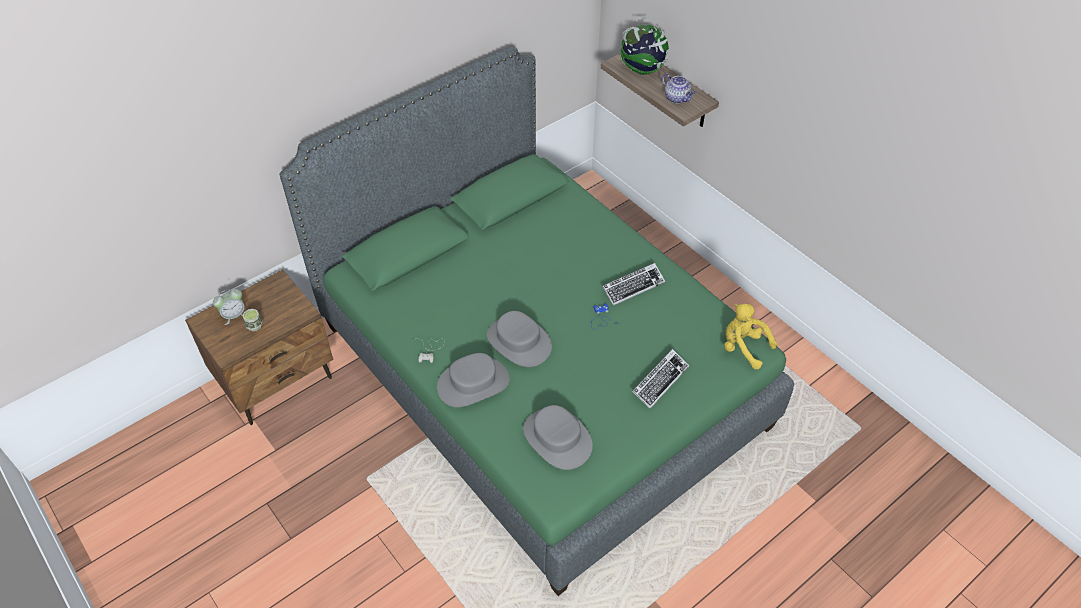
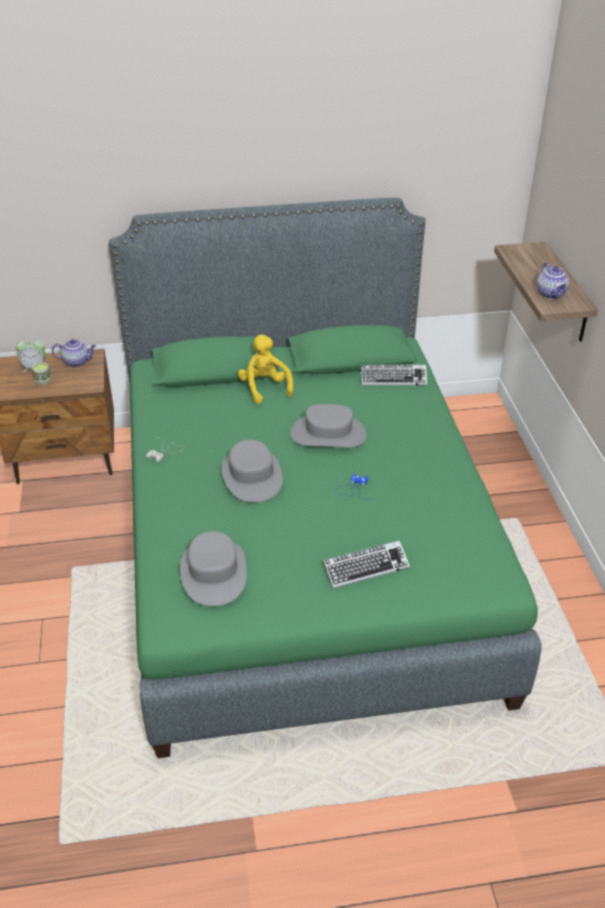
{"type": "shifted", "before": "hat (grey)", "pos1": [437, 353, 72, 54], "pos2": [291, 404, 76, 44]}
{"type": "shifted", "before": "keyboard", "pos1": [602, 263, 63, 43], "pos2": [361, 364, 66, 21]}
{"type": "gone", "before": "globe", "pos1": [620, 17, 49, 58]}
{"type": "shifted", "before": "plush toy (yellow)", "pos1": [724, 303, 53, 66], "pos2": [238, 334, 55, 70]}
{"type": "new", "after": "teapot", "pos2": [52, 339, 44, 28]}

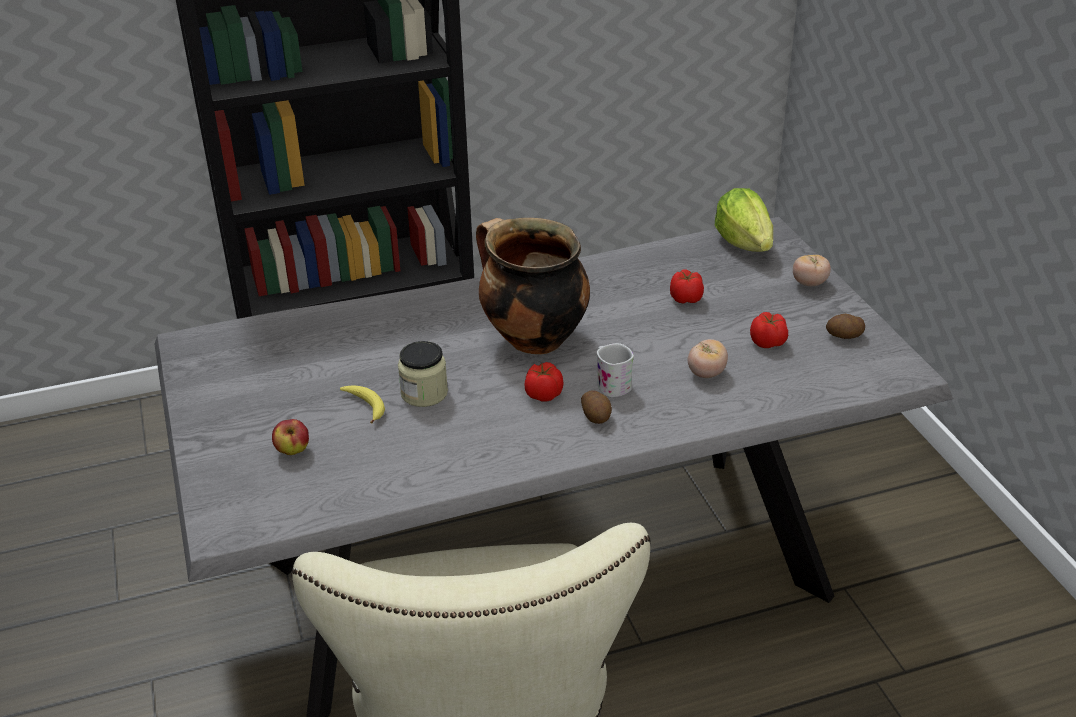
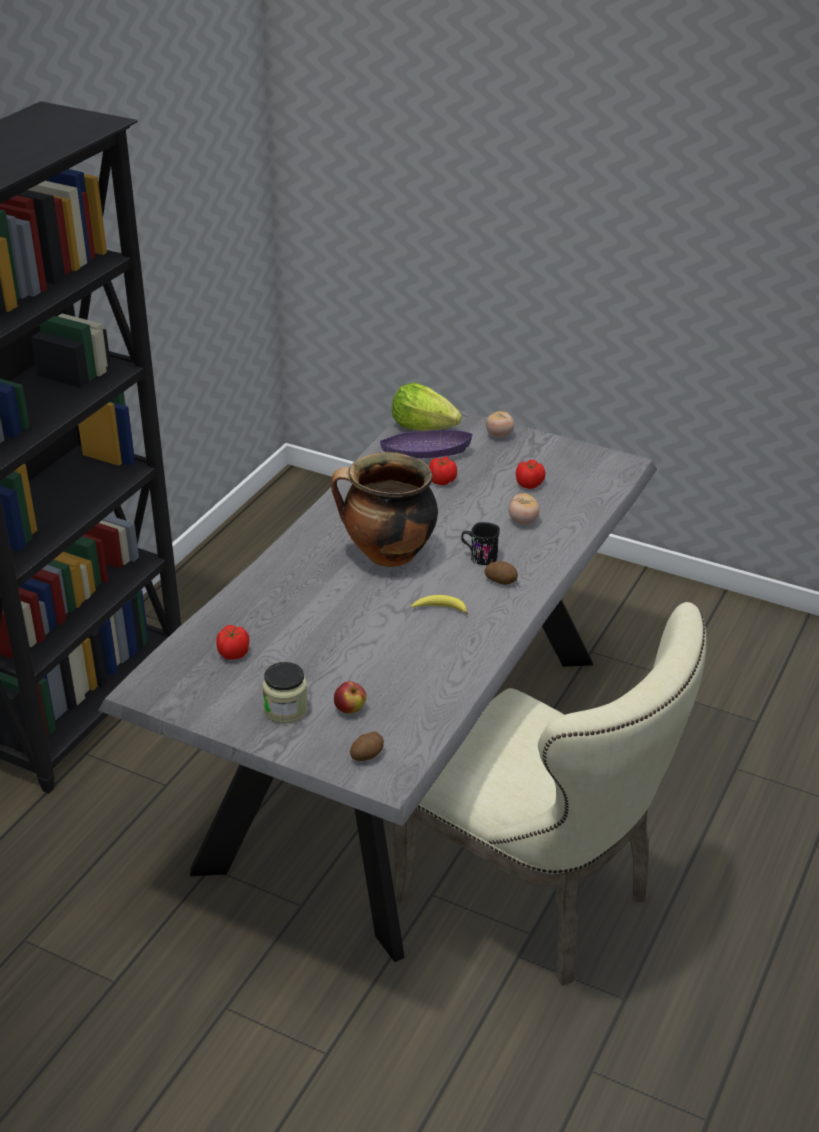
{"type": "shifted", "before": "banana", "pos1": [340, 386, 45, 38], "pos2": [411, 595, 57, 20]}
{"type": "shifted", "before": "jar", "pos1": [398, 341, 50, 66], "pos2": [263, 662, 45, 61]}
{"type": "shifted", "before": "tomato", "pos1": [524, 362, 40, 40], "pos2": [216, 625, 34, 35]}
{"type": "repainted", "before": "mug (white)", "after": "mug (black)", "pos1": [597, 343, 37, 54], "pos2": [461, 522, 39, 43]}
{"type": "shifted", "before": "potato", "pos1": [826, 314, 39, 25], "pos2": [350, 731, 34, 30]}
{"type": "new", "after": "bowl (purple)", "pos2": [380, 430, 92, 29]}

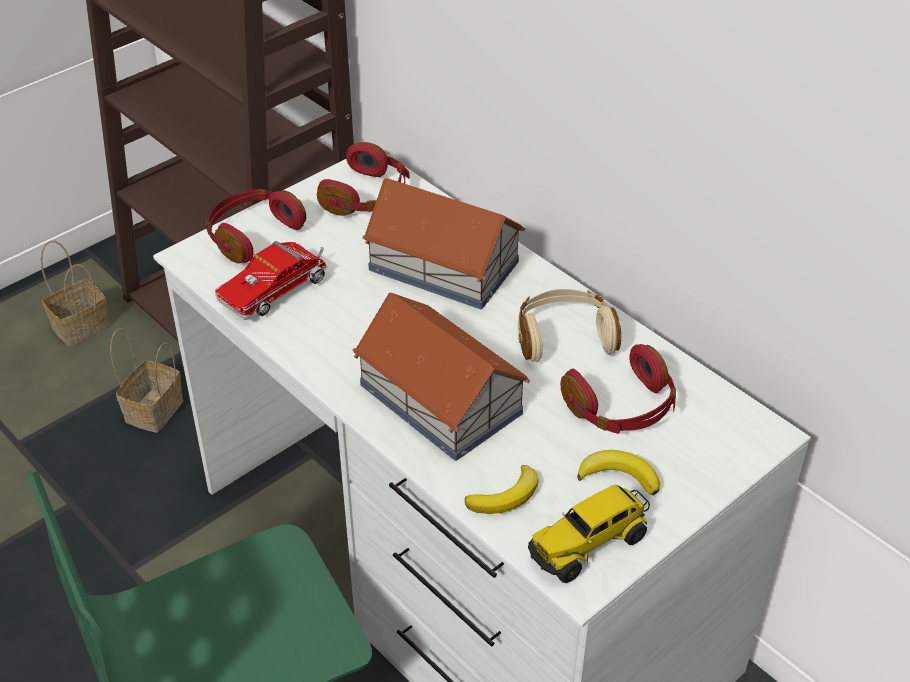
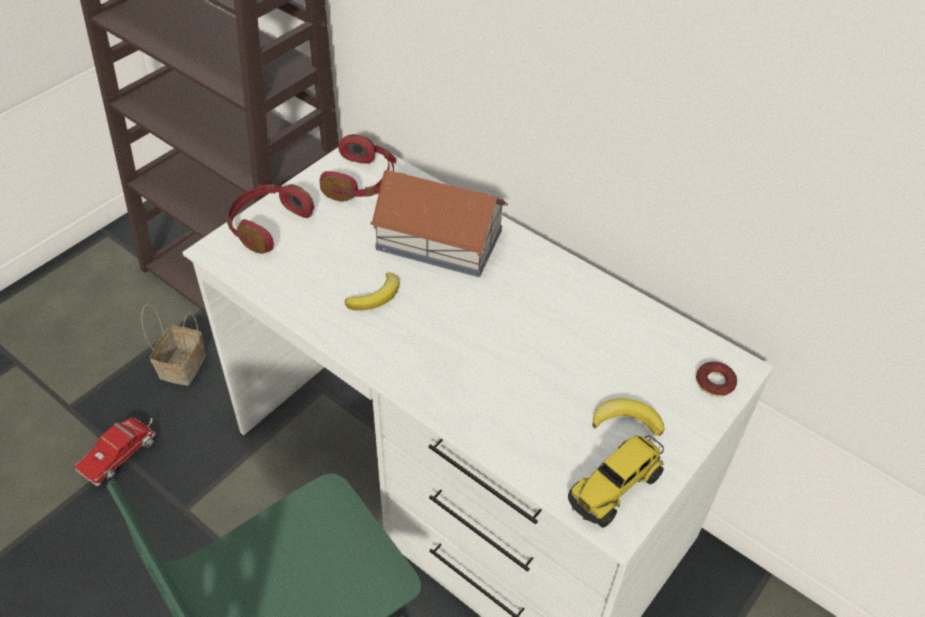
{"type": "gone", "before": "basket", "pos1": [40, 241, 70, 105]}
{"type": "shifted", "before": "toy truck", "pos1": [215, 241, 113, 79], "pos2": [75, 418, 81, 68]}
{"type": "gone", "before": "toy house", "pos1": [352, 293, 178, 168]}
{"type": "shifted", "before": "banana", "pos1": [465, 465, 74, 49], "pos2": [345, 272, 55, 39]}
{"type": "gone", "before": "headphones (beige)", "pos1": [518, 289, 103, 73]}
{"type": "gone", "before": "headphones (red)", "pos1": [560, 344, 116, 90]}
{"type": "new", "after": "donut", "pos2": [696, 361, 41, 36]}

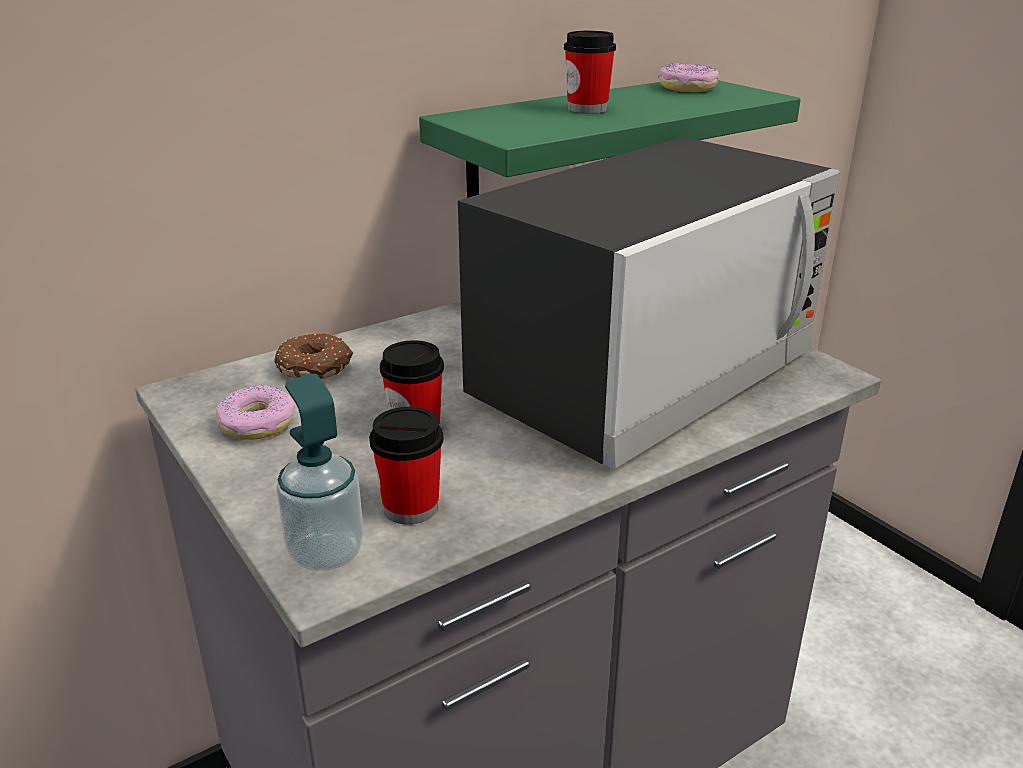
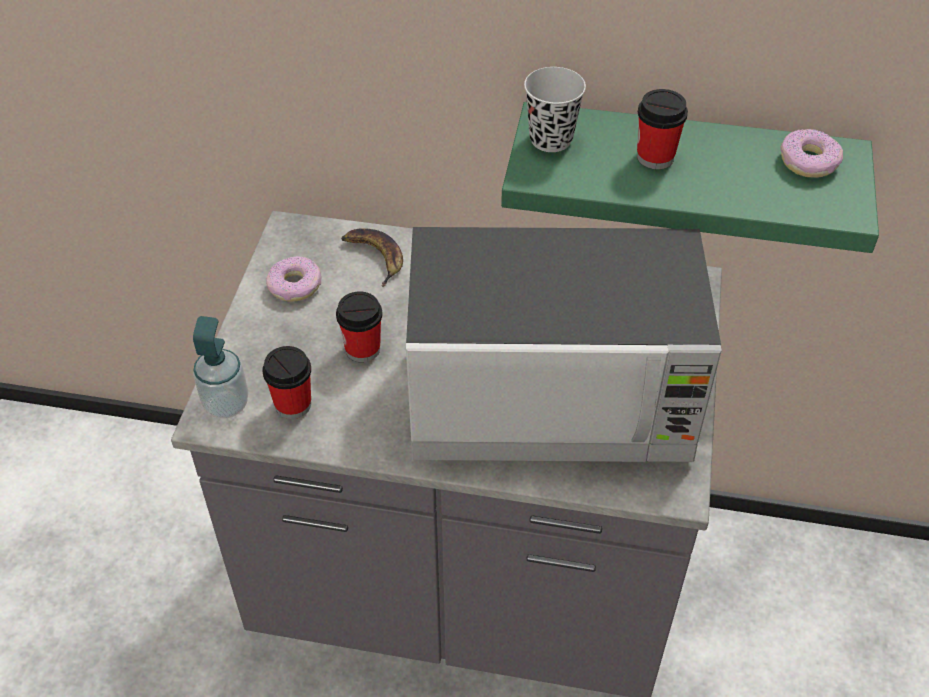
{"type": "swapped", "before": "donut", "after": "banana", "pos1": [274, 333, 79, 46], "pos2": [341, 228, 62, 59]}
{"type": "new", "after": "cup (black)", "pos2": [524, 67, 62, 85]}

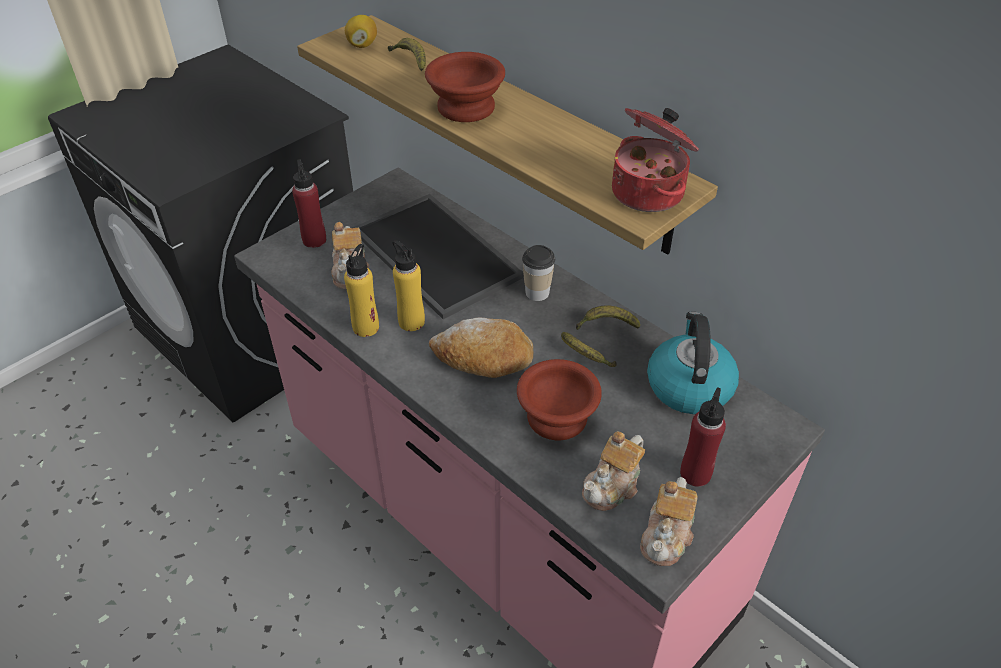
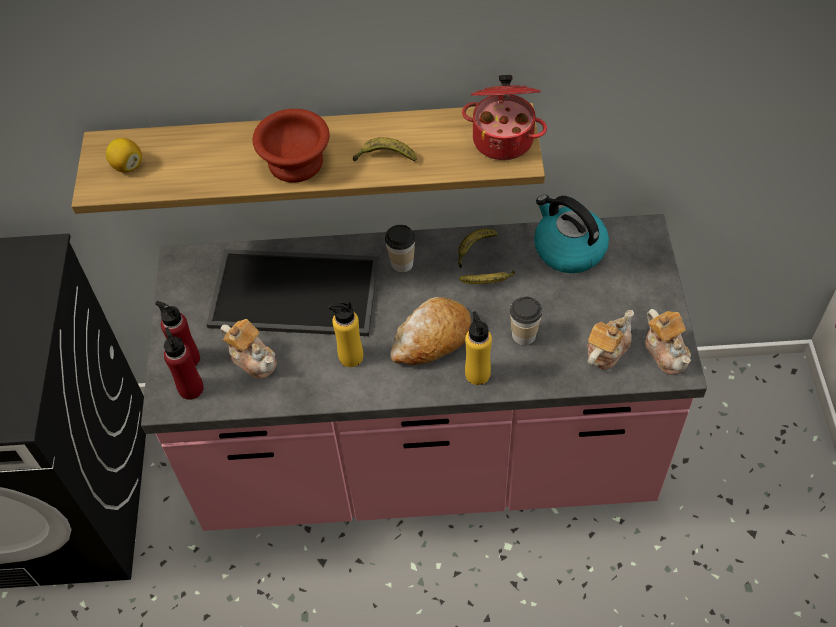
{"type": "shifted", "before": "bottle (yellow)", "pos1": [344, 244, 35, 93], "pos2": [465, 311, 27, 74]}
{"type": "shifted", "before": "banana", "pos1": [388, 38, 38, 33], "pos2": [353, 137, 64, 25]}
{"type": "swapped", "before": "bowl (brown)", "after": "cup", "pos1": [517, 359, 85, 81], "pos2": [510, 296, 32, 49]}
{"type": "rotated", "before": "teapot", "pos1": [582, 431, 63, 80], "pos2": [587, 310, 47, 60], "turn": -135}
{"type": "shifted", "before": "bottle (red)", "pos1": [680, 387, 46, 100], "pos2": [164, 327, 40, 73]}

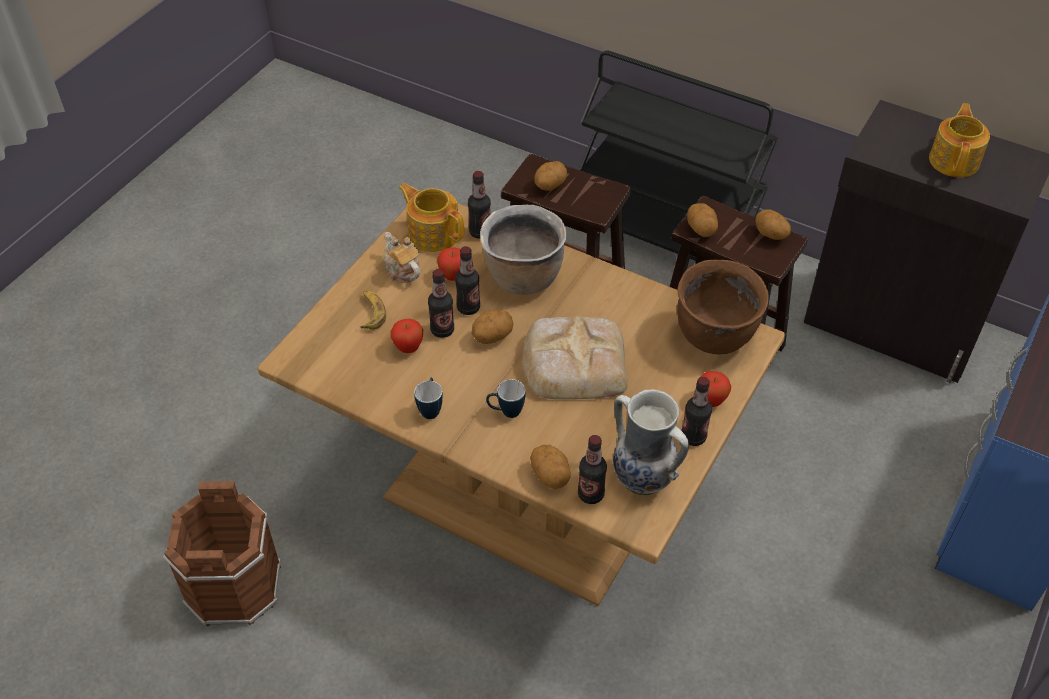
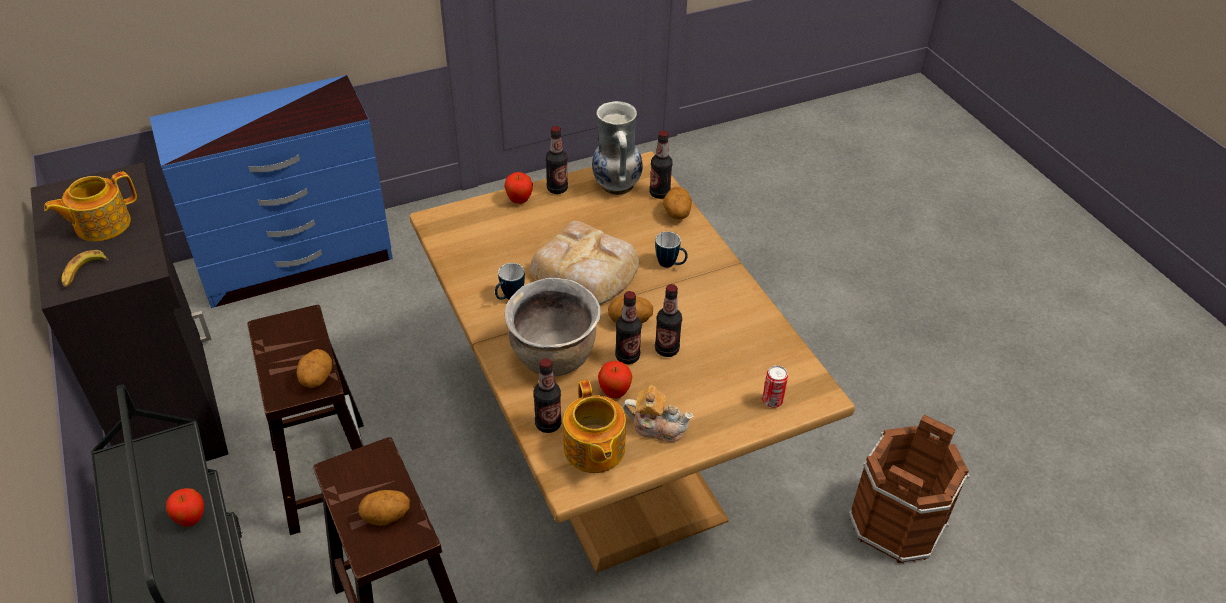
{"type": "shifted", "before": "banana", "pos1": [360, 291, 26, 39], "pos2": [61, 250, 48, 38]}
{"type": "rotated", "before": "teapot", "pos1": [382, 232, 38, 51], "pos2": [623, 385, 71, 57], "turn": -75}
{"type": "shifted", "before": "apple", "pos1": [390, 319, 33, 34], "pos2": [166, 488, 38, 39]}
{"type": "shifted", "before": "mug", "pos1": [414, 378, 29, 41], "pos2": [495, 263, 30, 37]}
{"type": "gone", "before": "cooking pot (brown)", "pos1": [677, 260, 92, 94]}
{"type": "gone", "before": "potato", "pos1": [755, 209, 36, 31]}
{"type": "new", "after": "can", "pos2": [762, 365, 26, 43]}

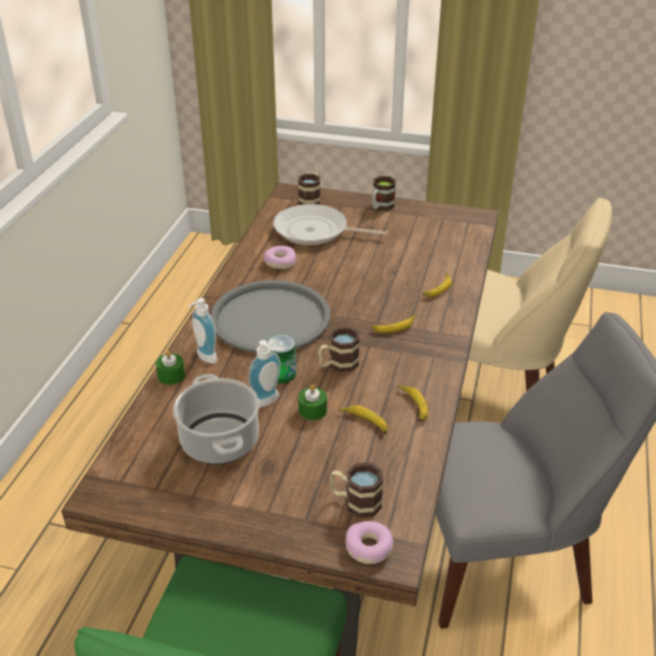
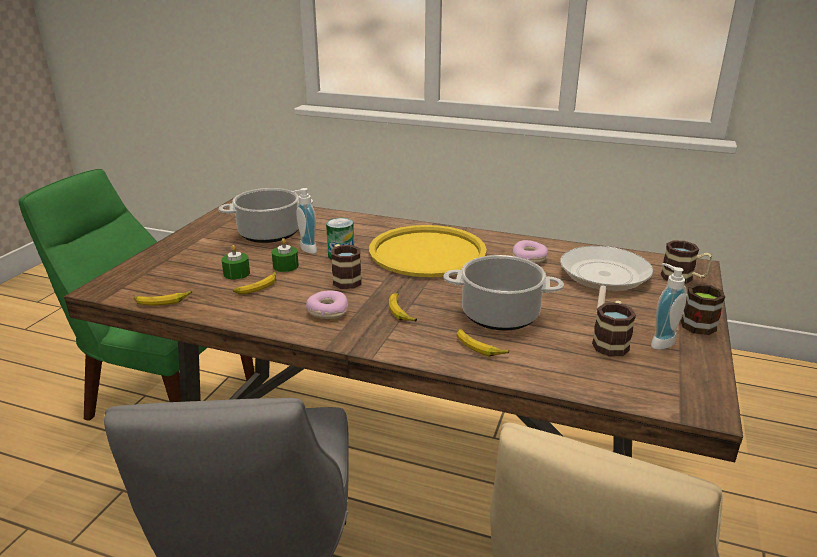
{"type": "shifted", "before": "candle (green)", "pos1": [156, 350, 29, 35], "pos2": [221, 245, 29, 34]}
{"type": "shifted", "before": "soap dispenser", "pos1": [188, 298, 29, 66], "pos2": [651, 263, 36, 87]}
{"type": "repainted", "before": "tray (grey)", "after": "tray (yellow)", "pos1": [211, 280, 119, 73], "pos2": [369, 225, 118, 52]}
{"type": "shifted", "before": "mug", "pos1": [330, 462, 53, 56], "pos2": [592, 300, 44, 56]}
{"type": "shifted", "before": "donut", "pos1": [345, 521, 49, 43], "pos2": [306, 290, 42, 29]}
{"type": "shifted", "before": "banana", "pos1": [398, 385, 30, 37], "pos2": [134, 290, 58, 15]}
{"type": "new", "after": "cooking pot", "pos2": [443, 255, 121, 76]}

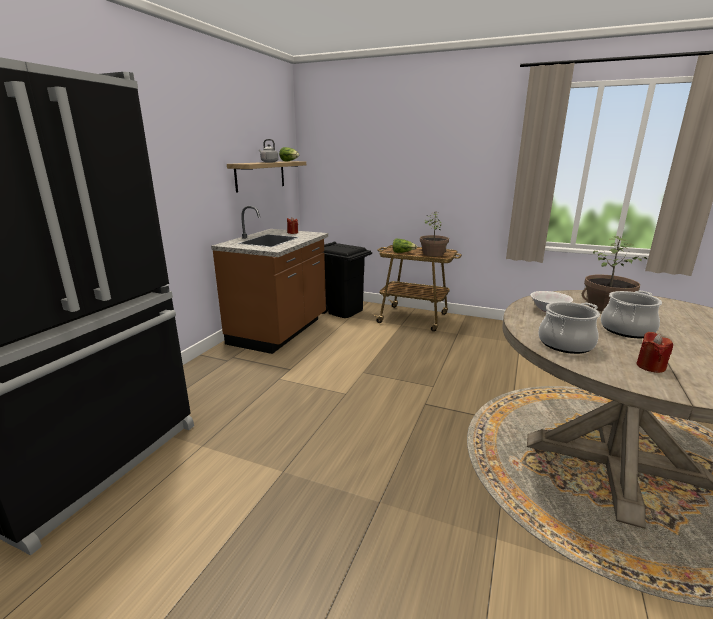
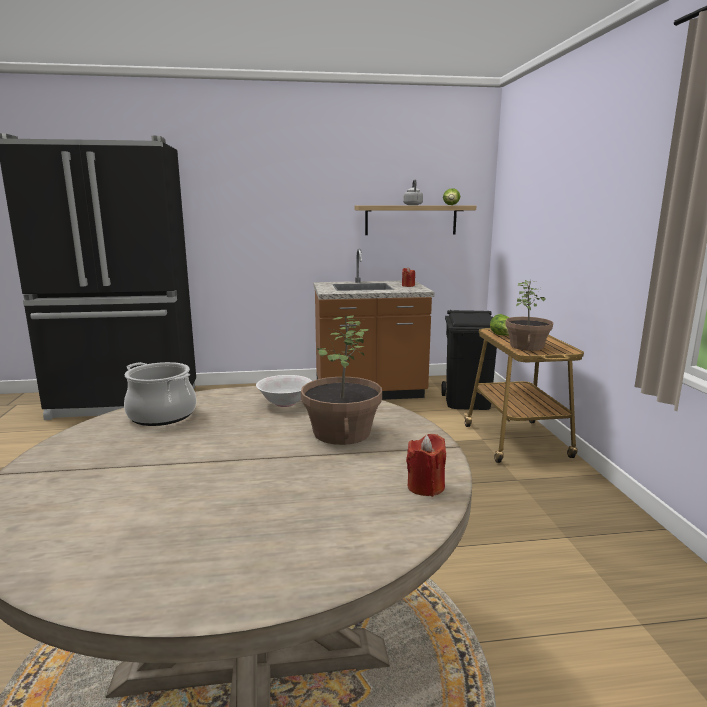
{"type": "gone", "before": "cooking pot", "pos1": [601, 290, 61, 48]}
{"type": "shifted", "before": "candle (red)", "pos1": [636, 332, 37, 41], "pos2": [406, 434, 40, 63]}

